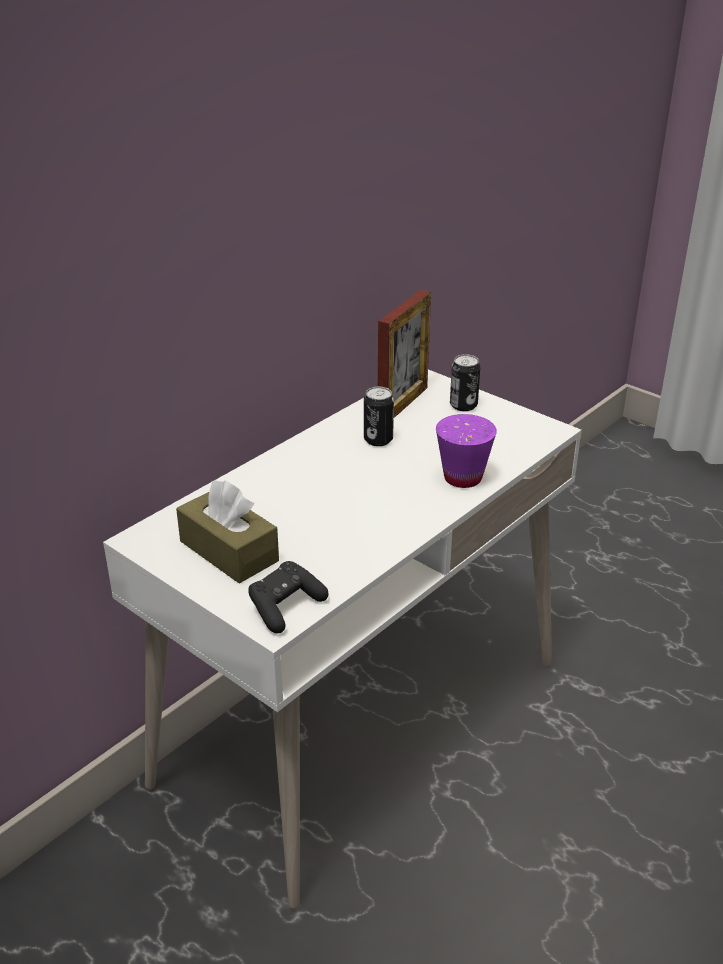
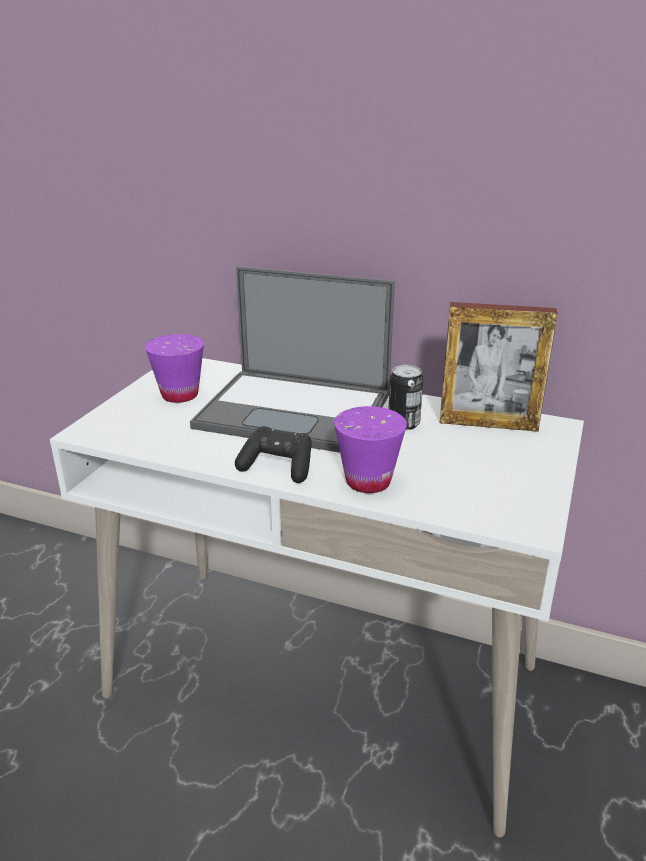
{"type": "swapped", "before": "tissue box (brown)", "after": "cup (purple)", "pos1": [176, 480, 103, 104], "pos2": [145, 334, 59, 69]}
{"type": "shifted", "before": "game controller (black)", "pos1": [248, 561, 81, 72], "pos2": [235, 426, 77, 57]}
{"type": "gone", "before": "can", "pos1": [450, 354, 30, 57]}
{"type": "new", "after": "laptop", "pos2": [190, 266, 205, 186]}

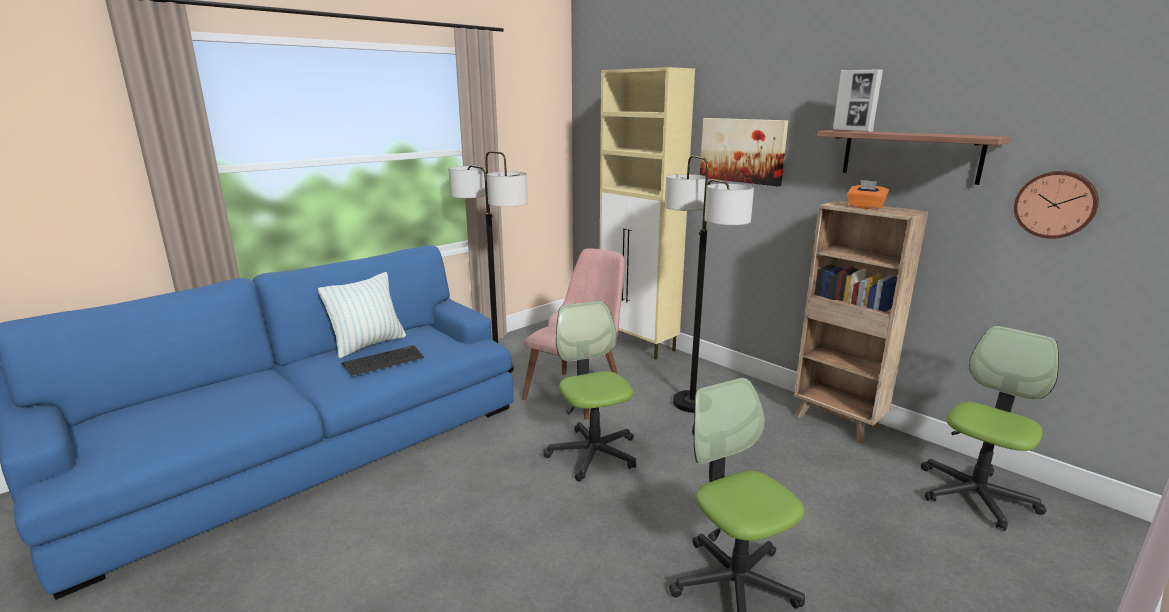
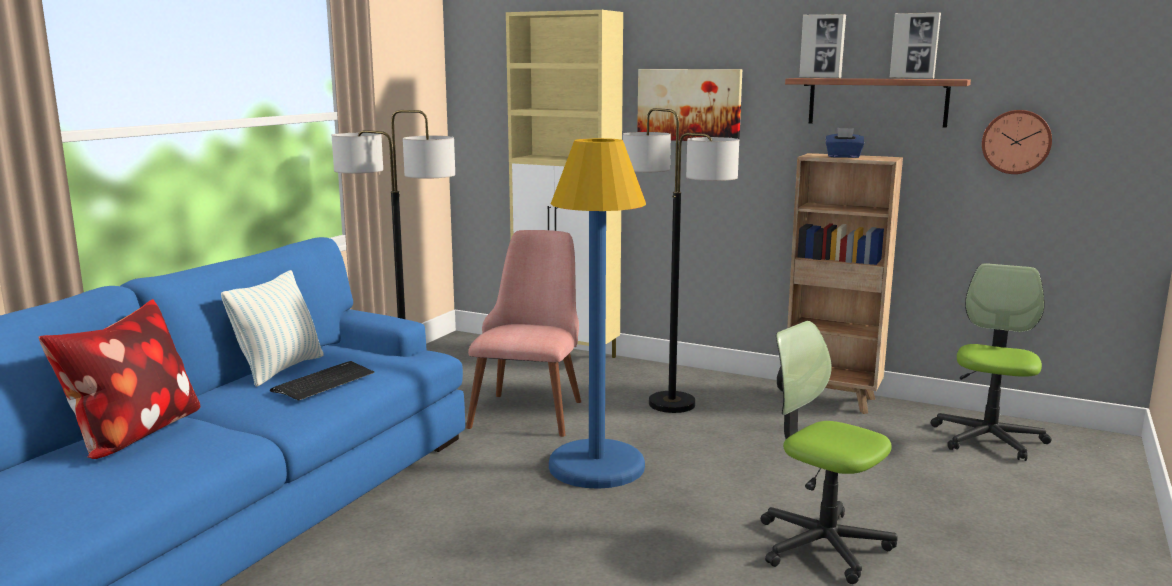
{"type": "swapped", "before": "office chair", "after": "floor lamp (blue)", "pos1": [543, 301, 93, 181], "pos2": [549, 138, 97, 351]}
{"type": "repainted", "before": "tissue box (orange)", "after": "tissue box (blue)", "pos1": [847, 180, 42, 30], "pos2": [826, 128, 38, 30]}
{"type": "new", "after": "pillow", "pos2": [39, 299, 162, 160]}
{"type": "new", "after": "picture frame", "pos2": [889, 12, 52, 67]}

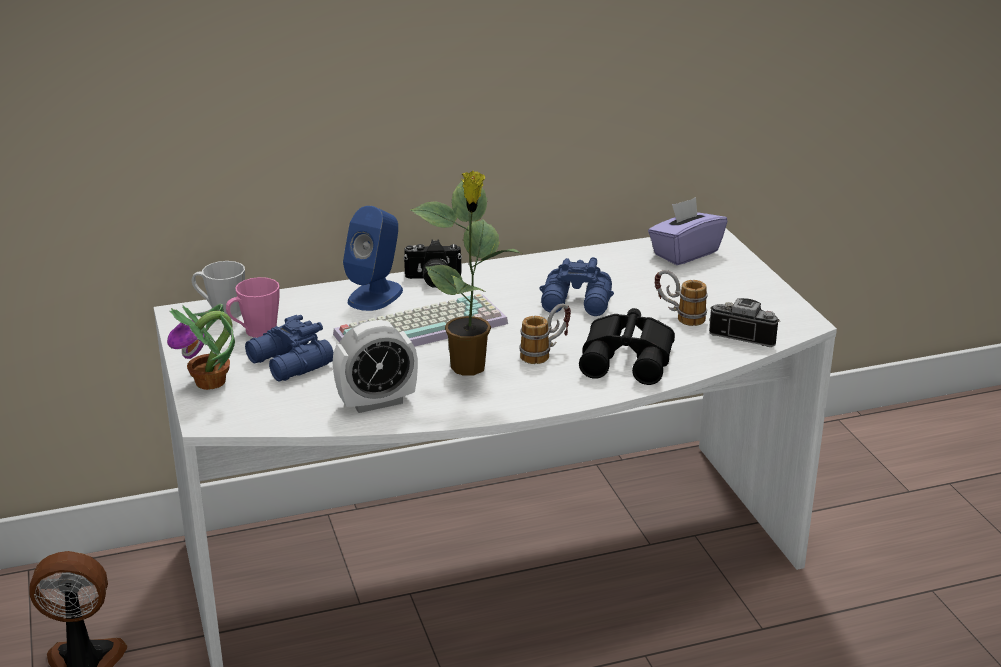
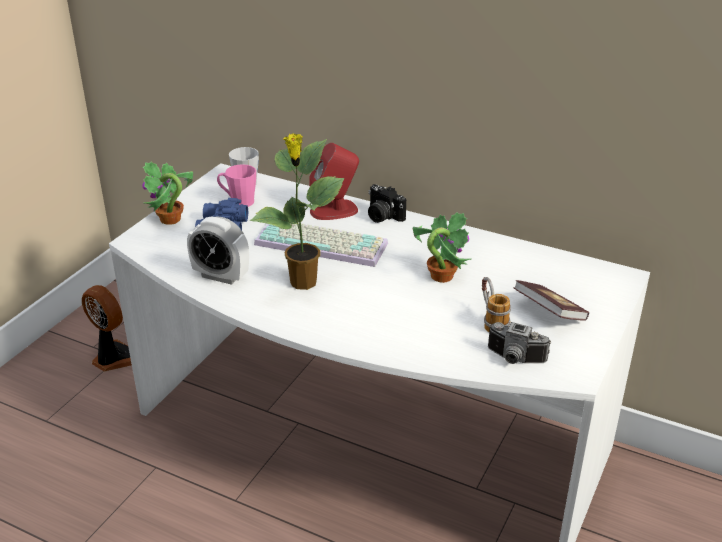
{"type": "repainted", "before": "speaker (blue)", "after": "speaker (red)", "pos1": [343, 206, 60, 105], "pos2": [310, 143, 49, 77]}
{"type": "gone", "before": "mug", "pos1": [519, 304, 52, 60]}
{"type": "swapped", "before": "binoculars (blue)", "after": "potted plant", "pos1": [539, 257, 75, 59], "pos2": [413, 212, 58, 71]}
{"type": "gone", "before": "binoculars (black)", "pos1": [579, 308, 96, 77]}
{"type": "gone", "before": "tissue box (purple)", "pos1": [648, 197, 80, 68]}
{"type": "rotated", "before": "photo camera", "pos1": [709, 298, 70, 49], "pos2": [488, 322, 63, 42], "turn": 135}
{"type": "new", "after": "book", "pos2": [513, 280, 76, 41]}

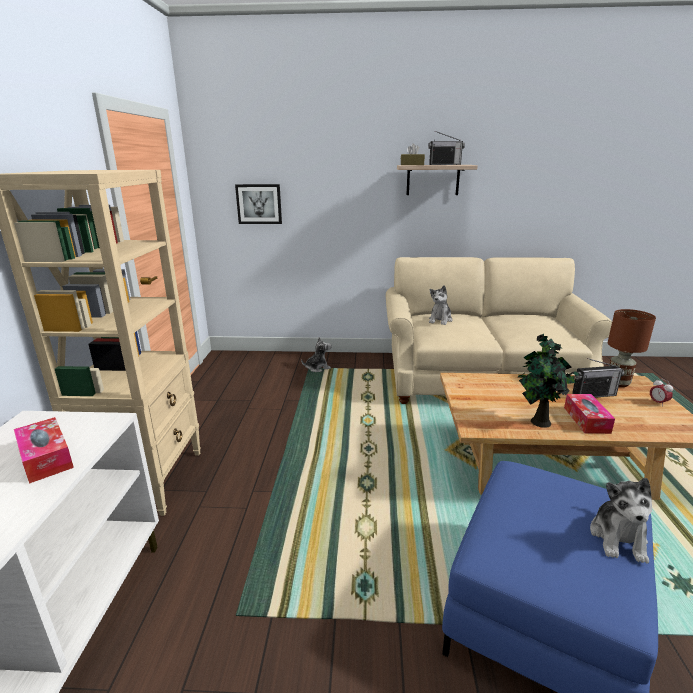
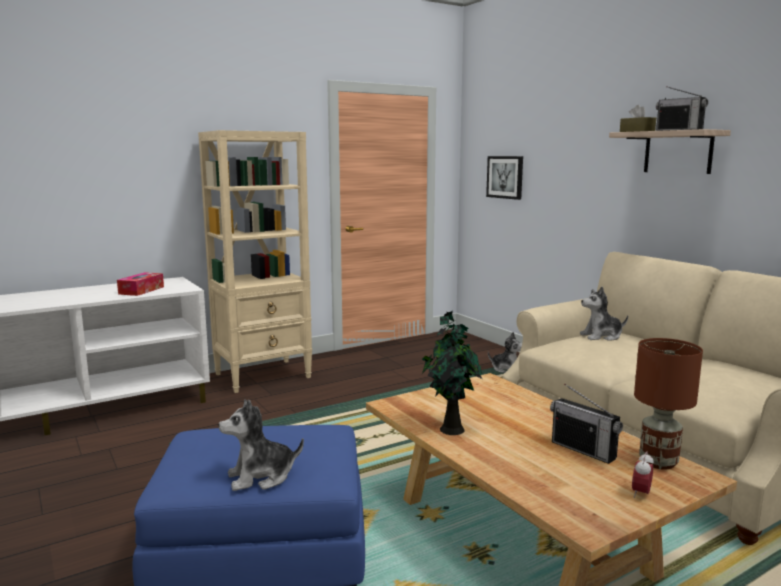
{"type": "gone", "before": "tissue box", "pos1": [564, 394, 51, 40]}

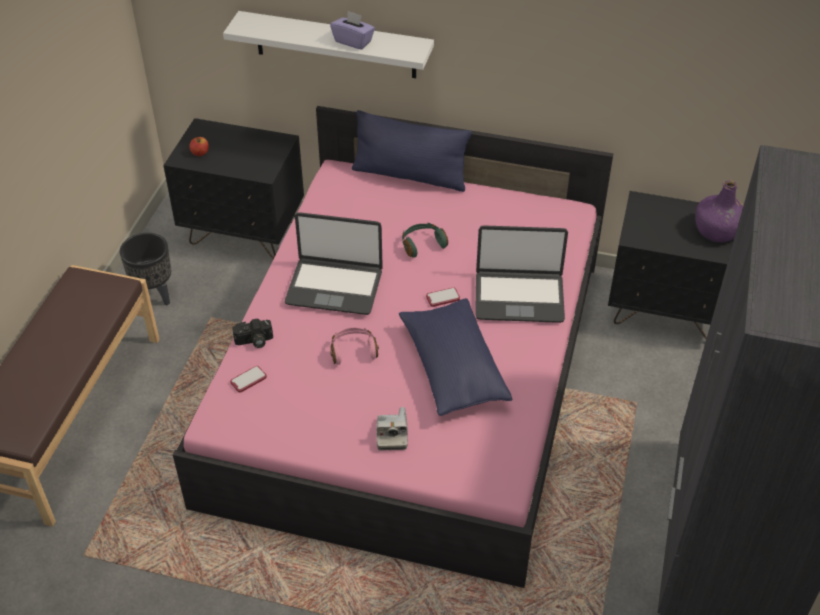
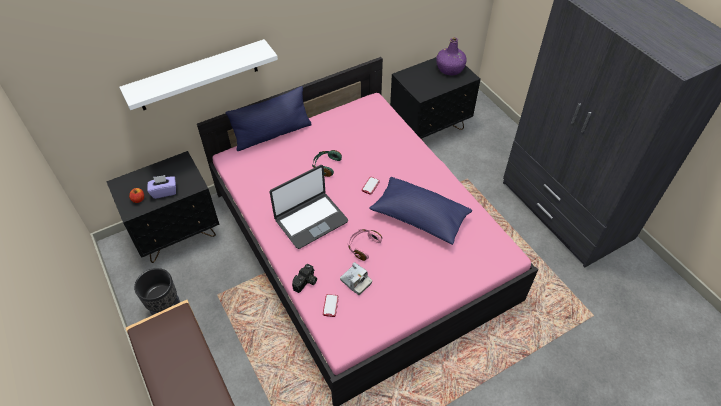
{"type": "shifted", "before": "tissue box (purple)", "pos1": [330, 11, 45, 39], "pos2": [147, 175, 29, 24]}
{"type": "shifted", "before": "photo camera", "pos1": [376, 407, 32, 43], "pos2": [340, 262, 32, 33]}
{"type": "gone", "before": "laptop", "pos1": [475, 225, 93, 98]}

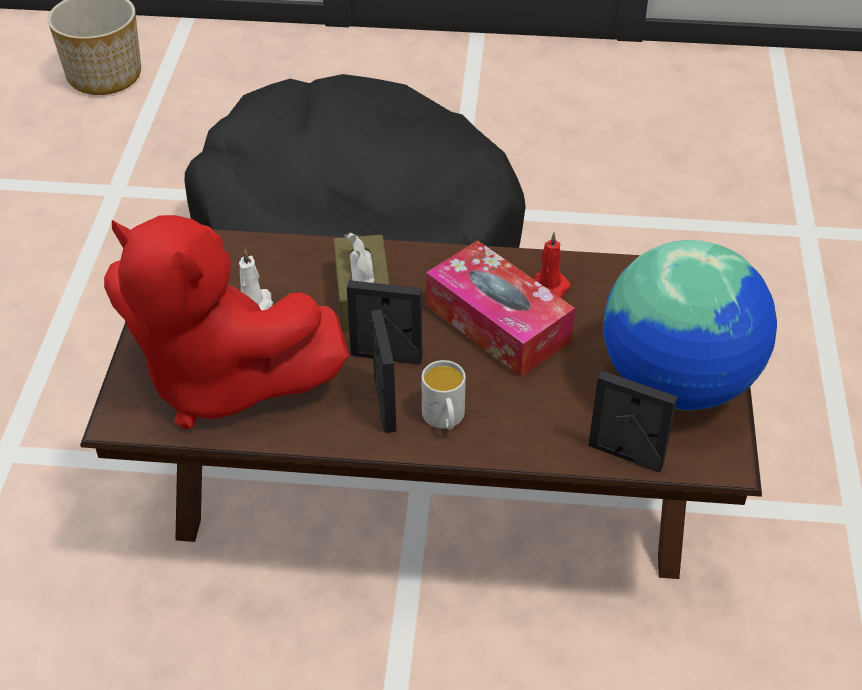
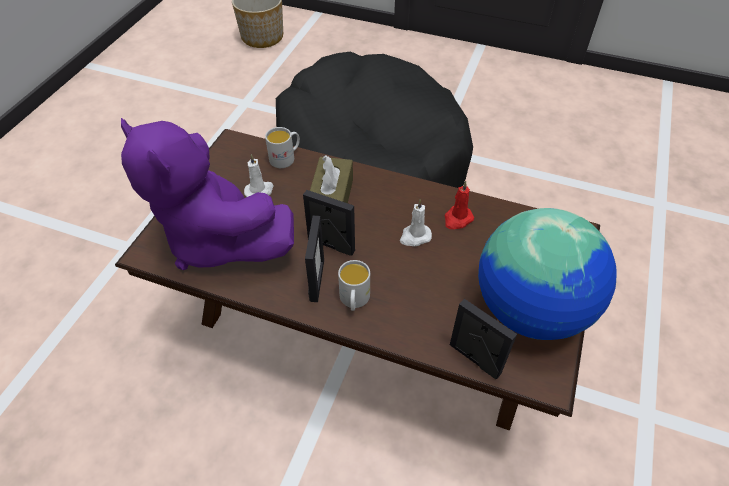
{"type": "repainted", "before": "plush toy (red)", "after": "plush toy (purple)", "pos1": [104, 215, 245, 214], "pos2": [121, 118, 173, 152]}
{"type": "swapped", "before": "tissue box", "after": "candle (white)", "pos1": [426, 240, 149, 137], "pos2": [400, 199, 32, 47]}
{"type": "new", "after": "mug (white)", "pos2": [265, 127, 35, 41]}

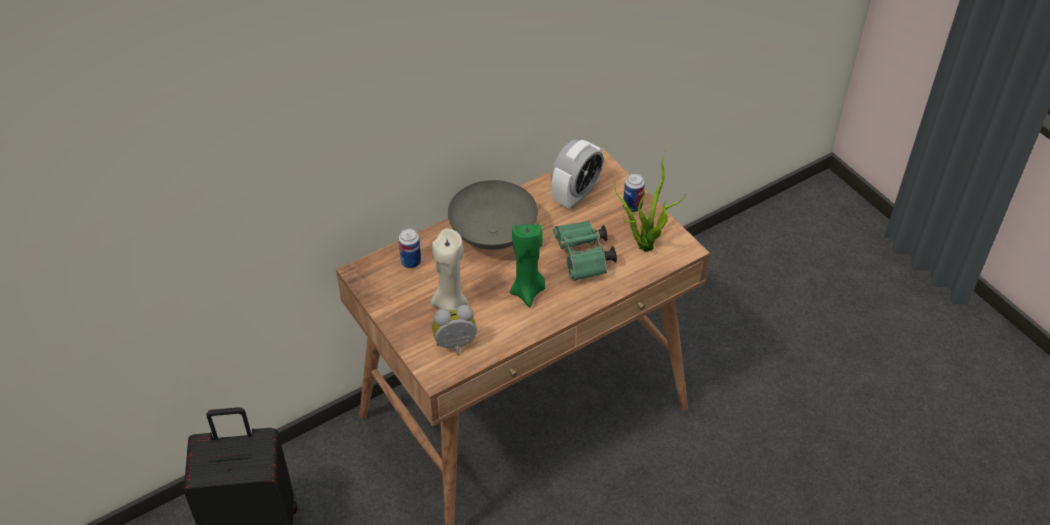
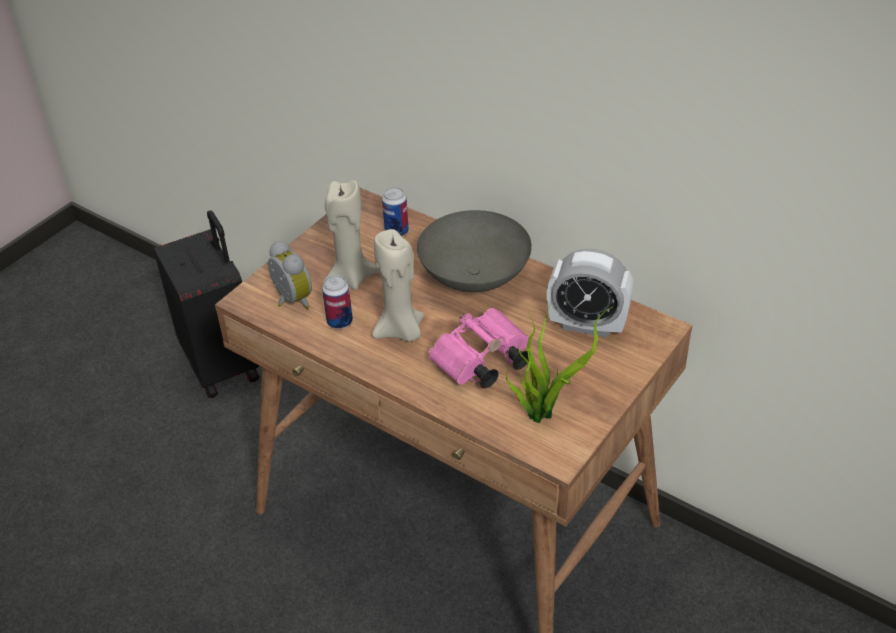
{"type": "repainted", "before": "candle (green)", "after": "candle (beige)", "pos1": [510, 224, 35, 83], "pos2": [372, 229, 52, 113]}
{"type": "repainted", "before": "binoculars (green)", "after": "binoculars (pink)", "pos1": [553, 220, 64, 61], "pos2": [428, 308, 101, 80]}
{"type": "shifted", "before": "can", "pos1": [623, 173, 22, 39], "pos2": [322, 275, 31, 54]}

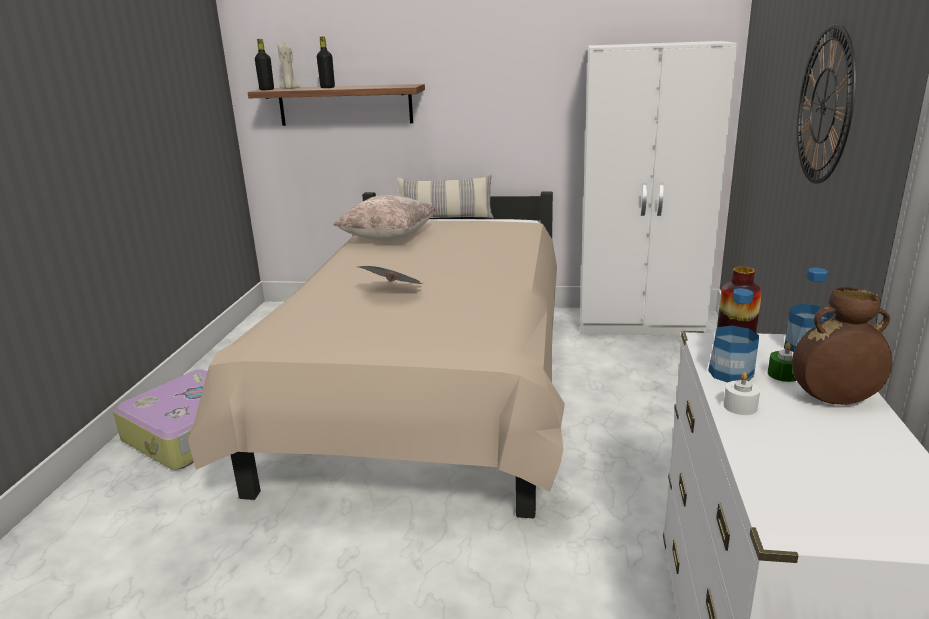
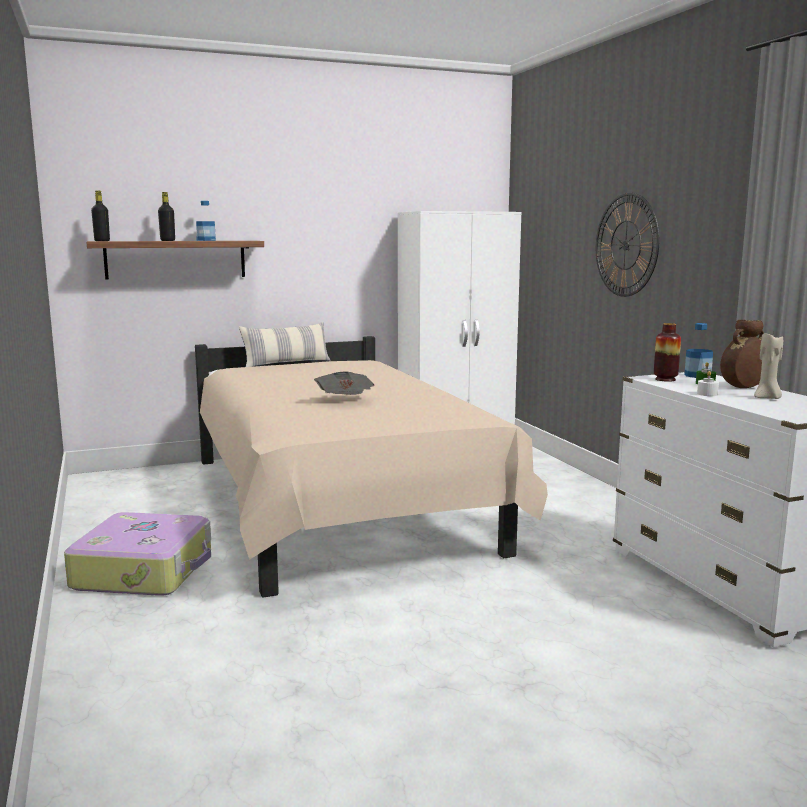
{"type": "shifted", "before": "candle (beige)", "pos1": [278, 43, 22, 46], "pos2": [754, 334, 29, 65]}
{"type": "gone", "before": "pillow (beige)", "pos1": [334, 195, 101, 46]}
{"type": "shifted", "before": "bottle", "pos1": [708, 288, 51, 95], "pos2": [196, 201, 20, 40]}

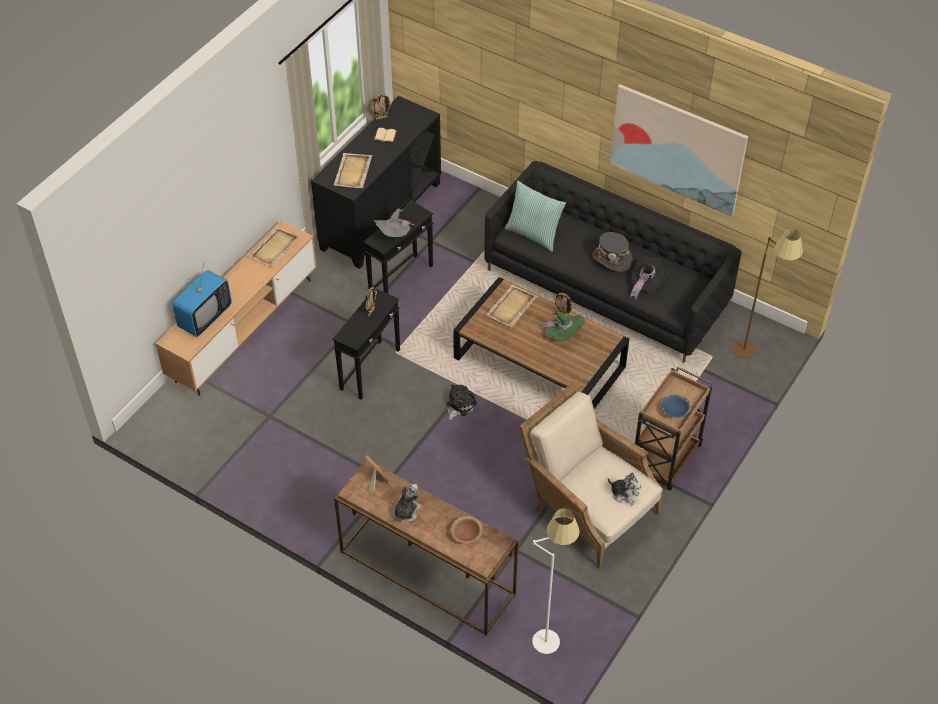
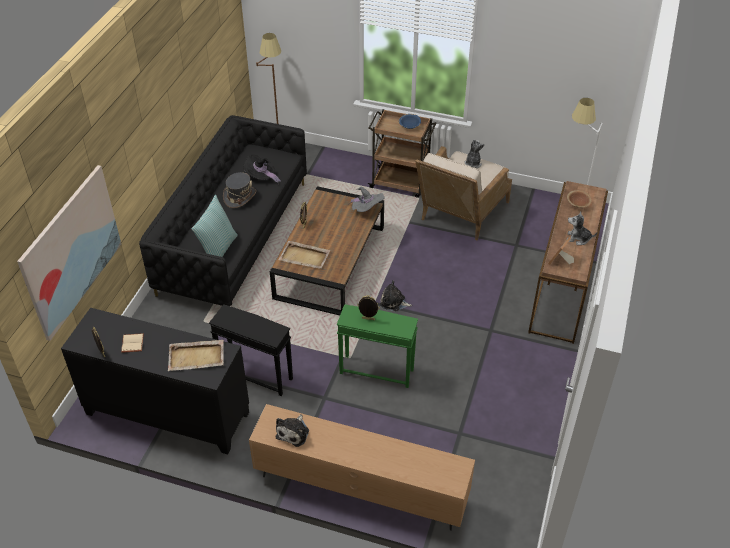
{"type": "gone", "before": "television", "pos1": [172, 264, 60, 73]}
{"type": "swapped", "before": "tray (beige)", "after": "plush toy", "pos1": [248, 227, 52, 40], "pos2": [276, 414, 33, 33]}
{"type": "repainted", "before": "side table (black)", "after": "side table (green)", "pos1": [333, 288, 67, 112], "pos2": [337, 304, 81, 84]}
{"type": "shifted", "before": "hat (grey)", "pos1": [374, 208, 41, 29], "pos2": [349, 186, 35, 26]}
{"type": "gone", "before": "hat (green)", "pos1": [541, 311, 44, 30]}
{"type": "shifted", "before": "picture", "pos1": [610, 84, 138, 133], "pos2": [17, 165, 104, 176]}

